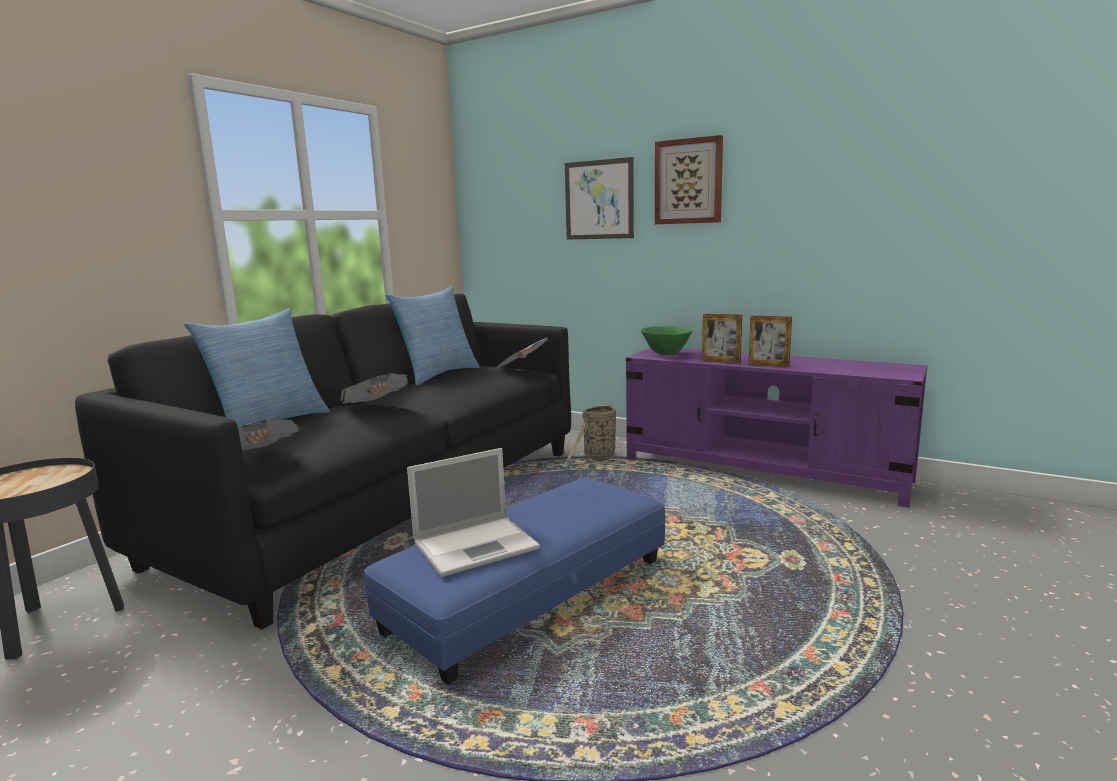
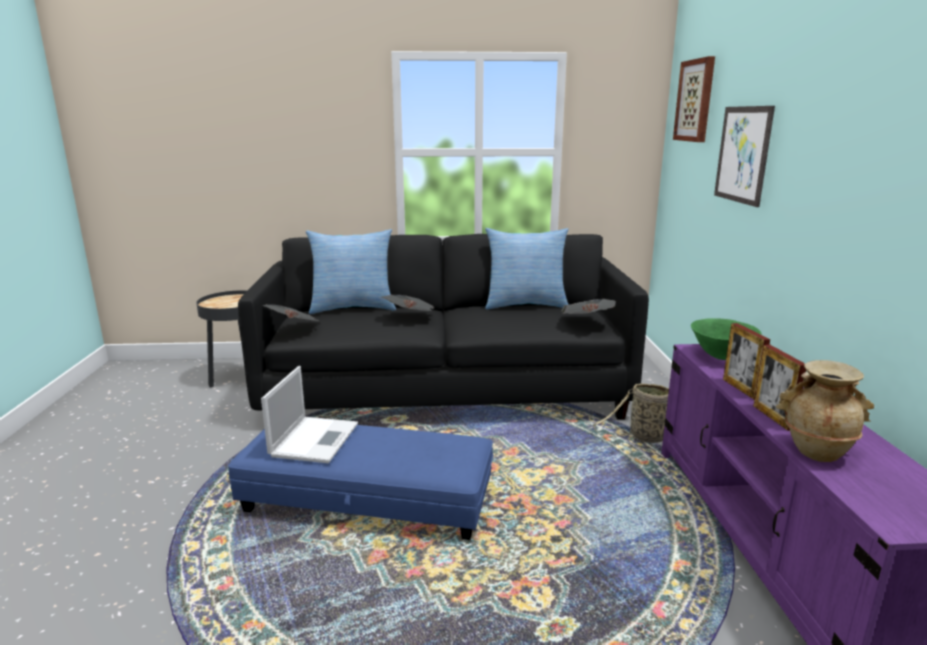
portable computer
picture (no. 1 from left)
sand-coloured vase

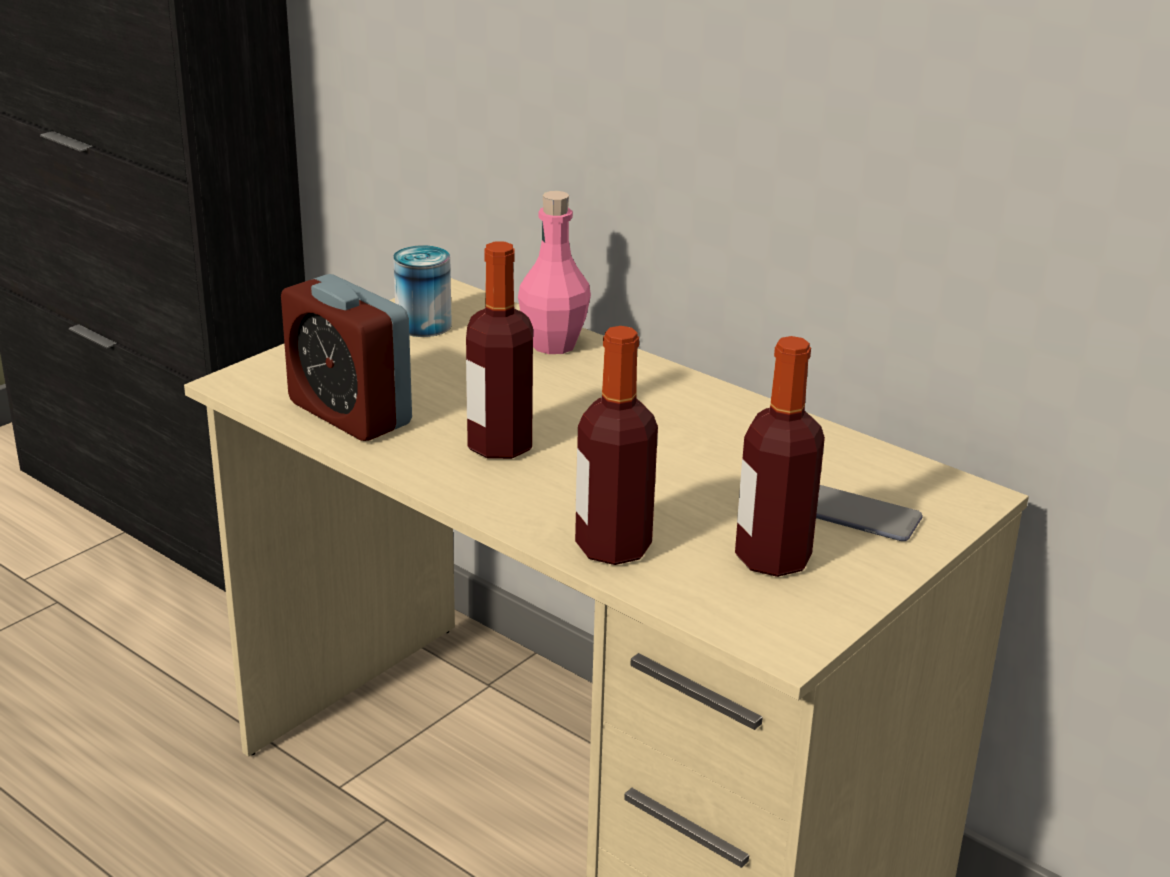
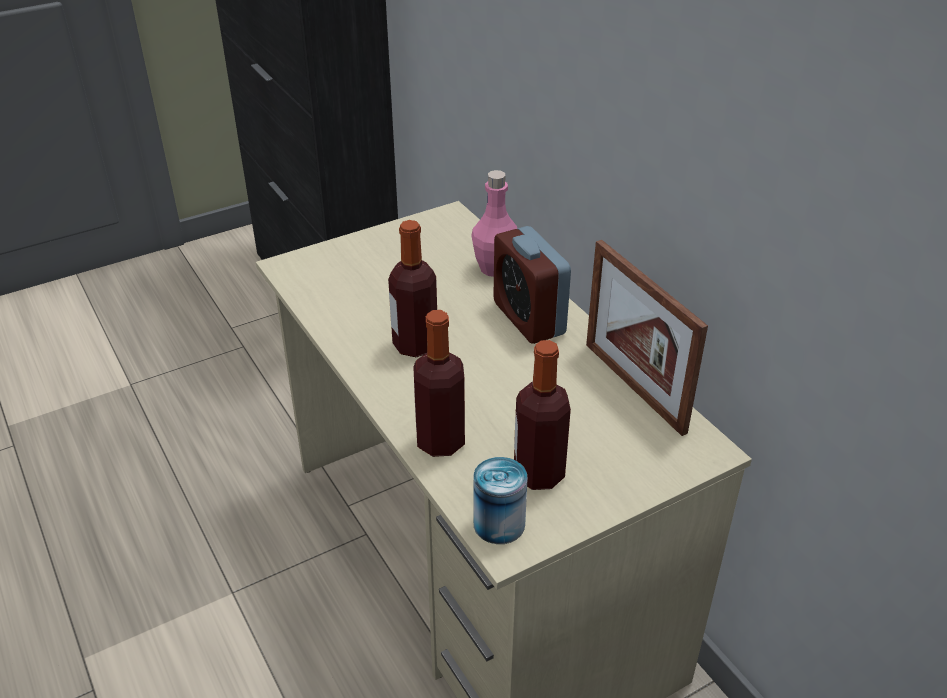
bedside clock
can
handset
standing frame

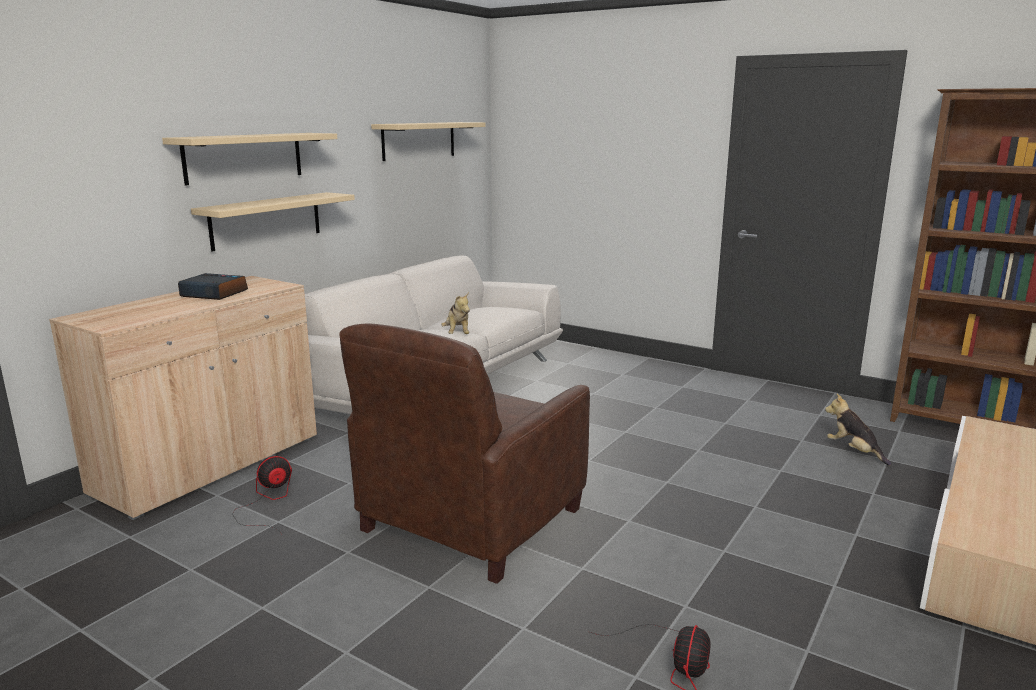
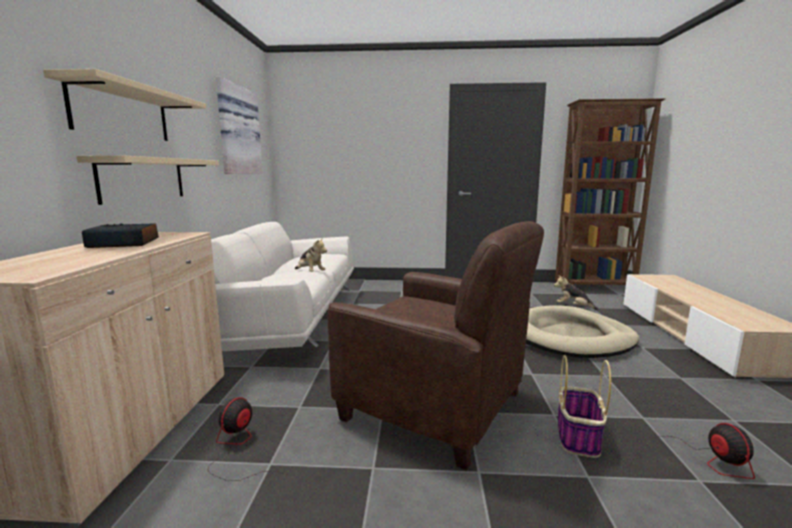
brown-coloured armchair
picture
sand-coloured dog bed
basket

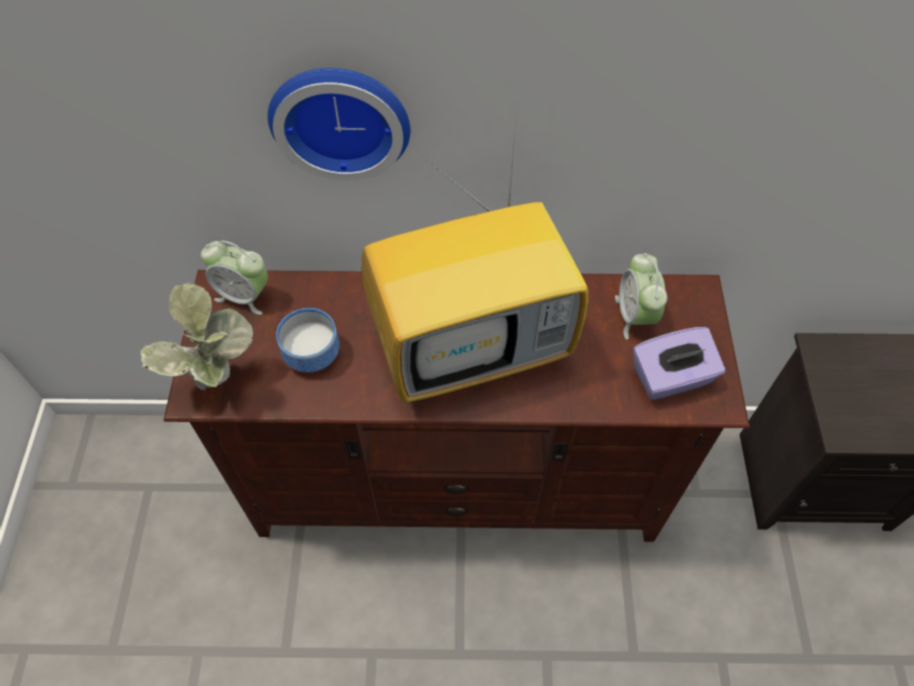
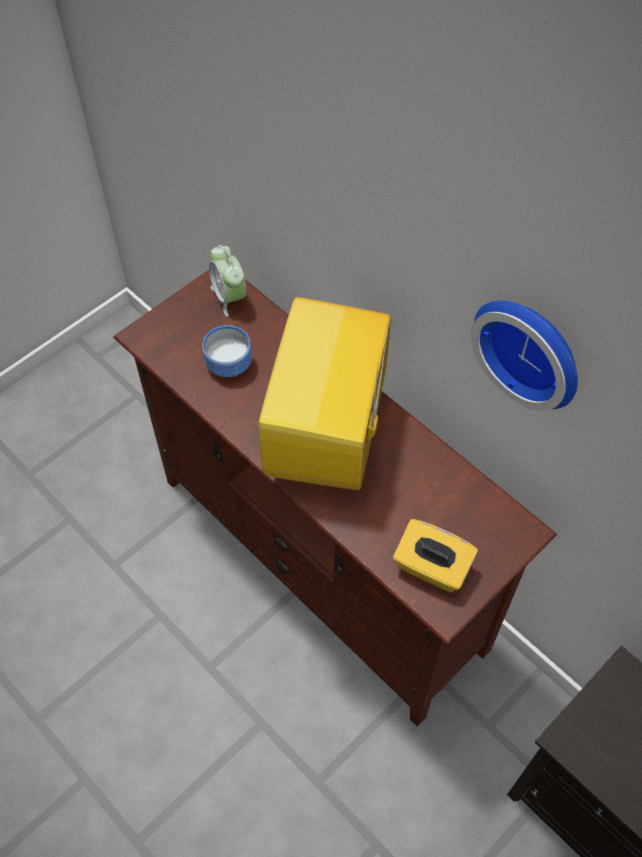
plant in a pot
hanging clock
TV
bedside clock (no. 2 from left in the first image)
yellowish box of tissues

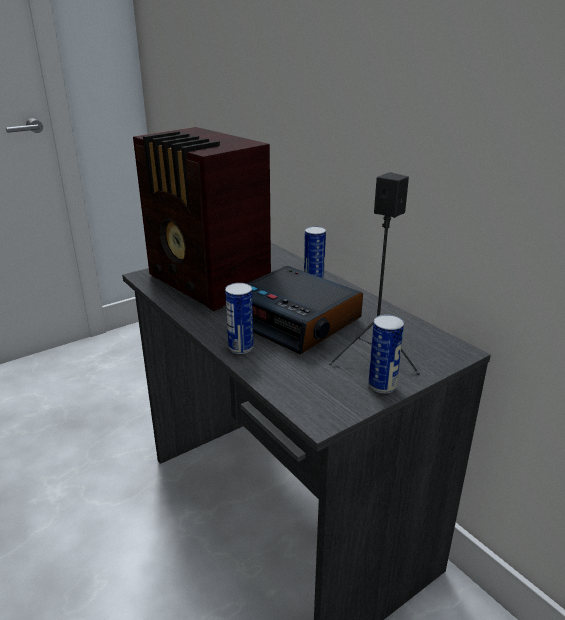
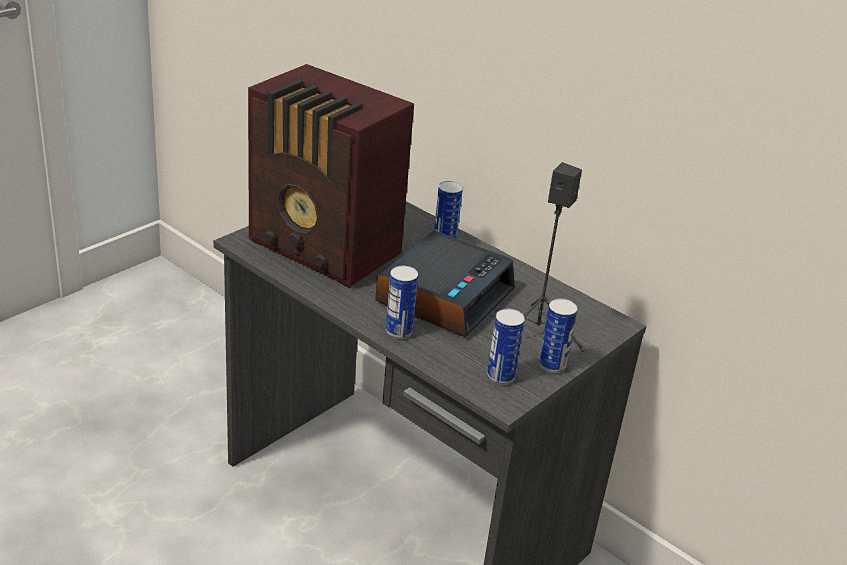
bedside clock
can (no. 3 from left)

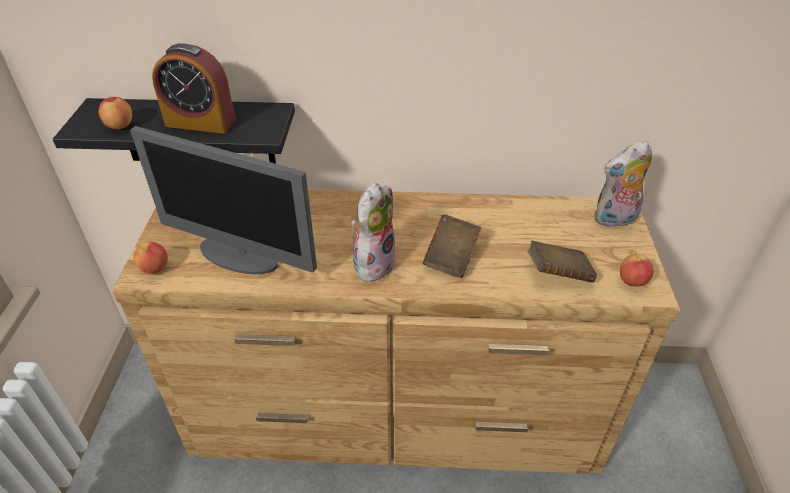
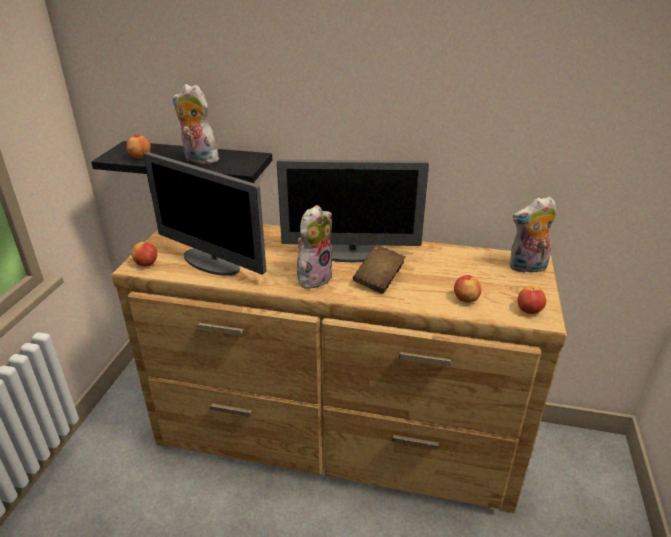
soft toy (no. 1 from left)
apple fruit (no. 3 from left)
monitor (no. 2 from left)

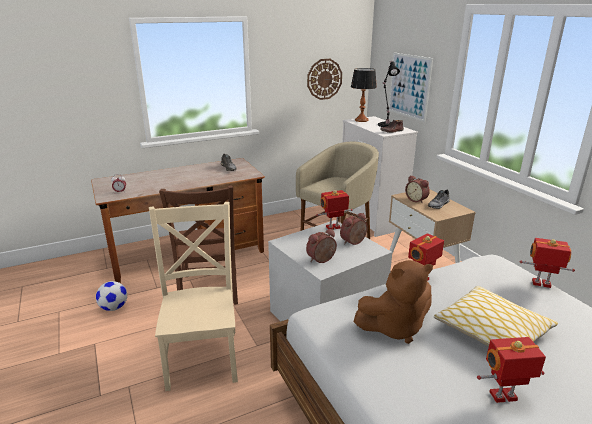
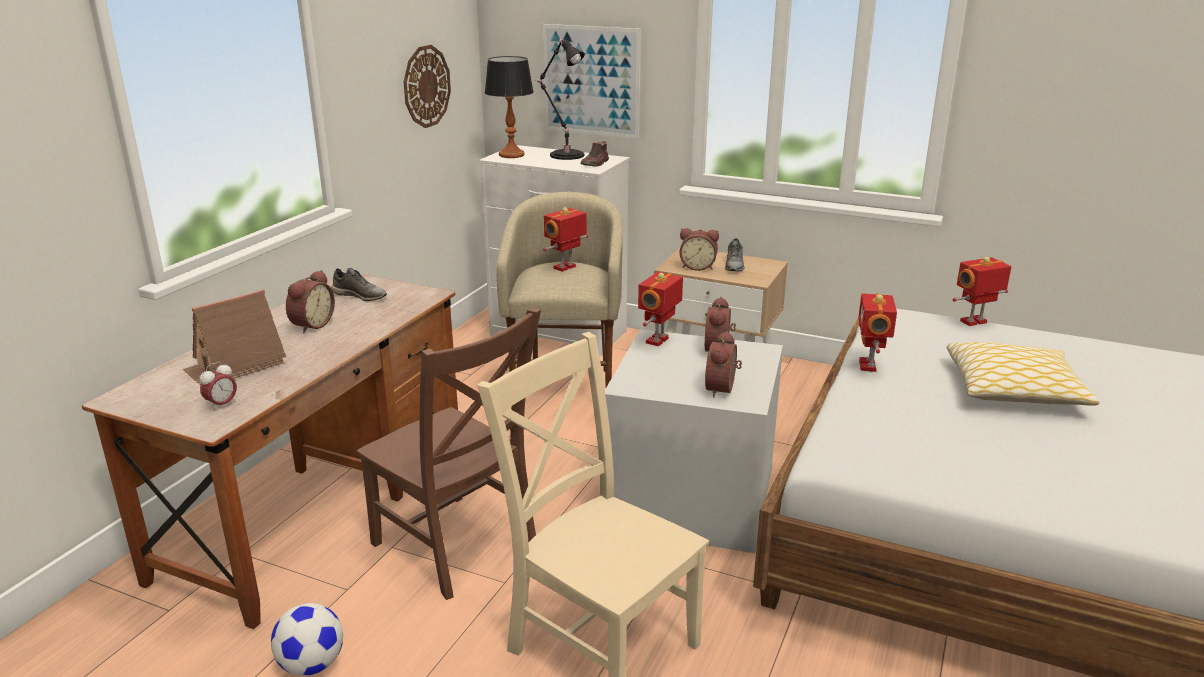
brown-coloured soft toy
model robot (no. 1 from left)
miniature house
bedside clock (no. 2 from left)

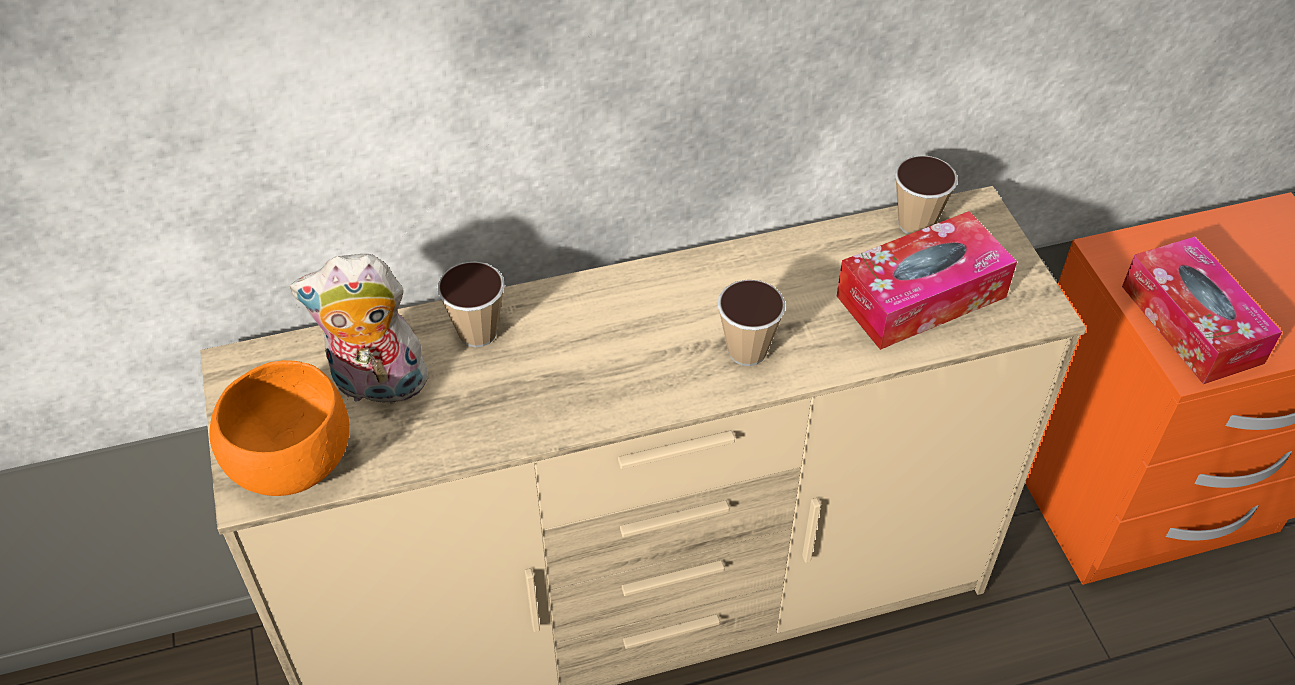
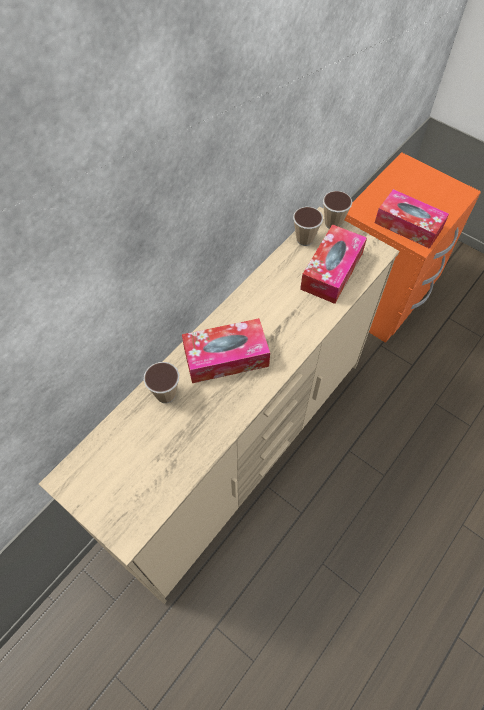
orange deep dish
soft toy
cup (no. 3 from left)
box of tissues (no. 1 from left)

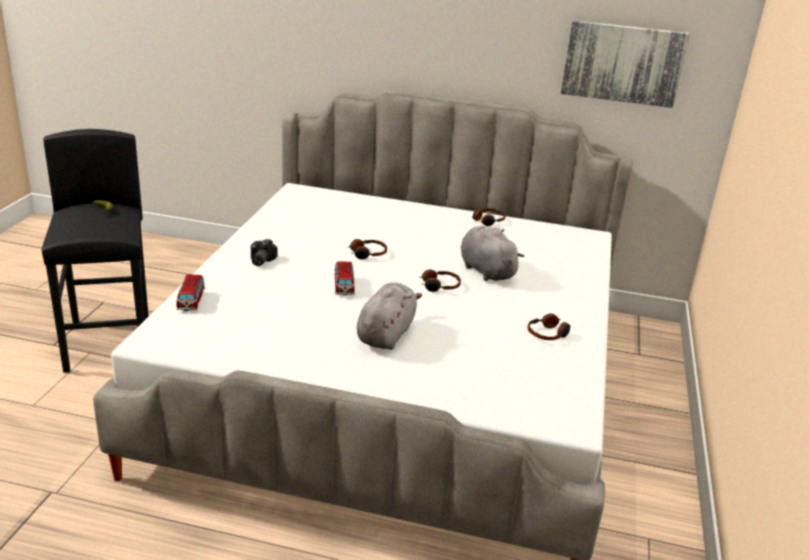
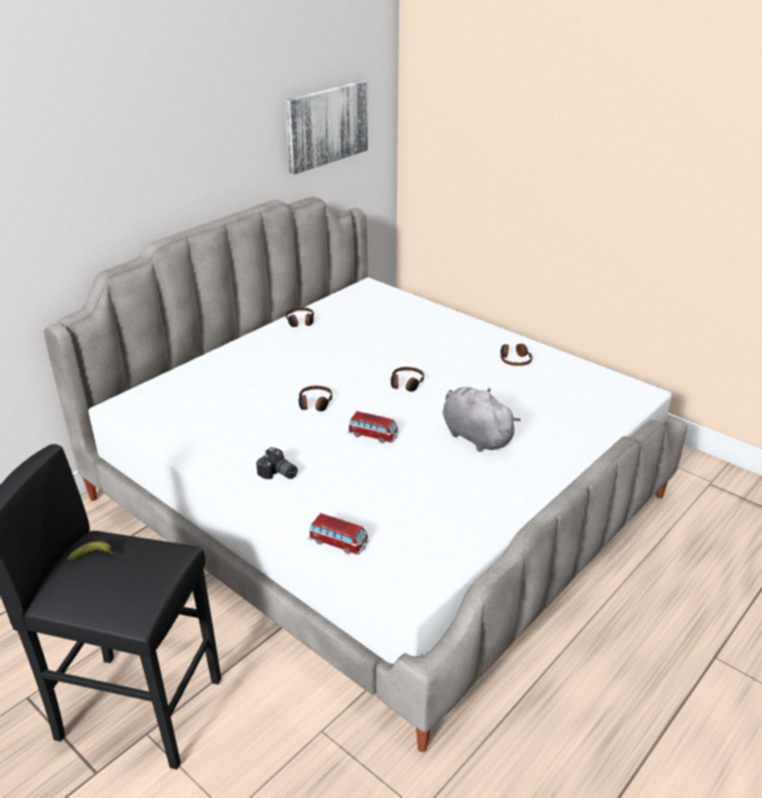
grey soft toy (no. 2 from left in the first image)

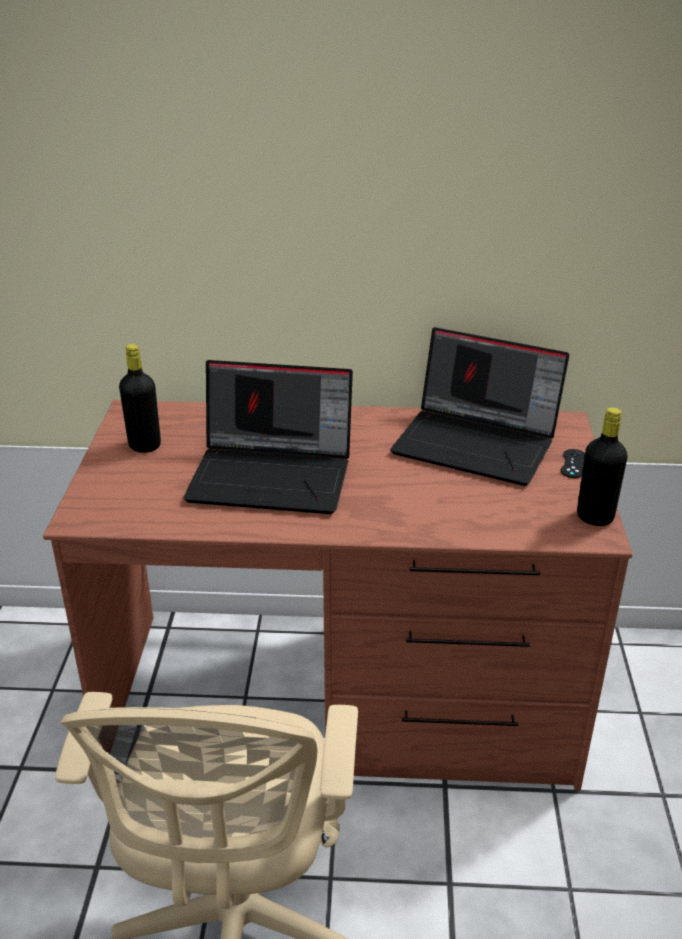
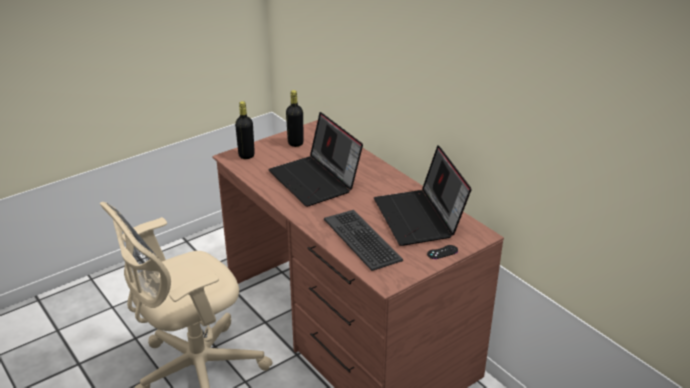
black-coloured bottle (no. 1 from left)
PC keyboard

